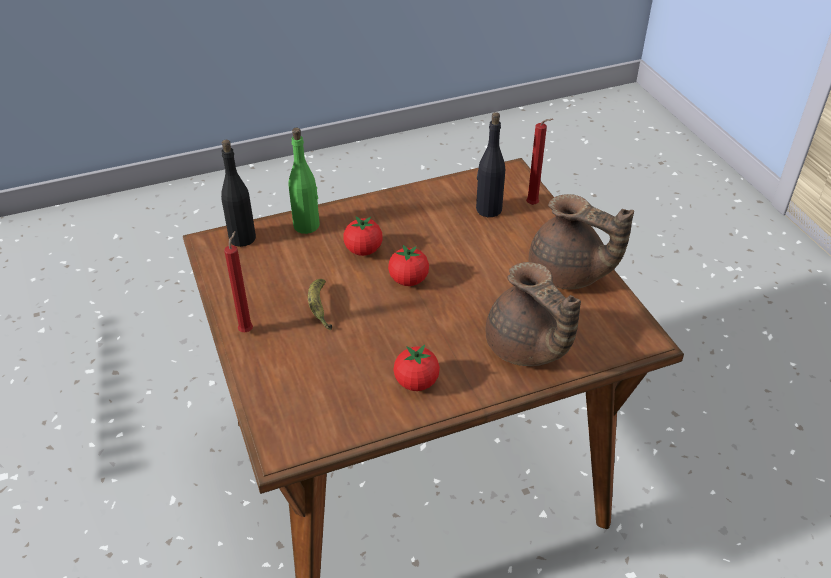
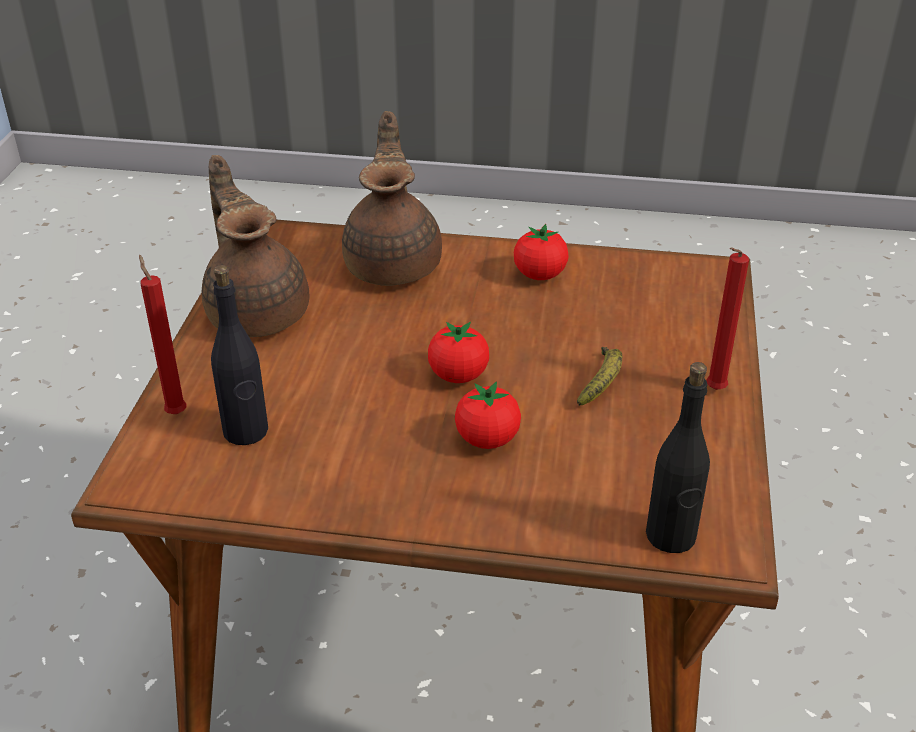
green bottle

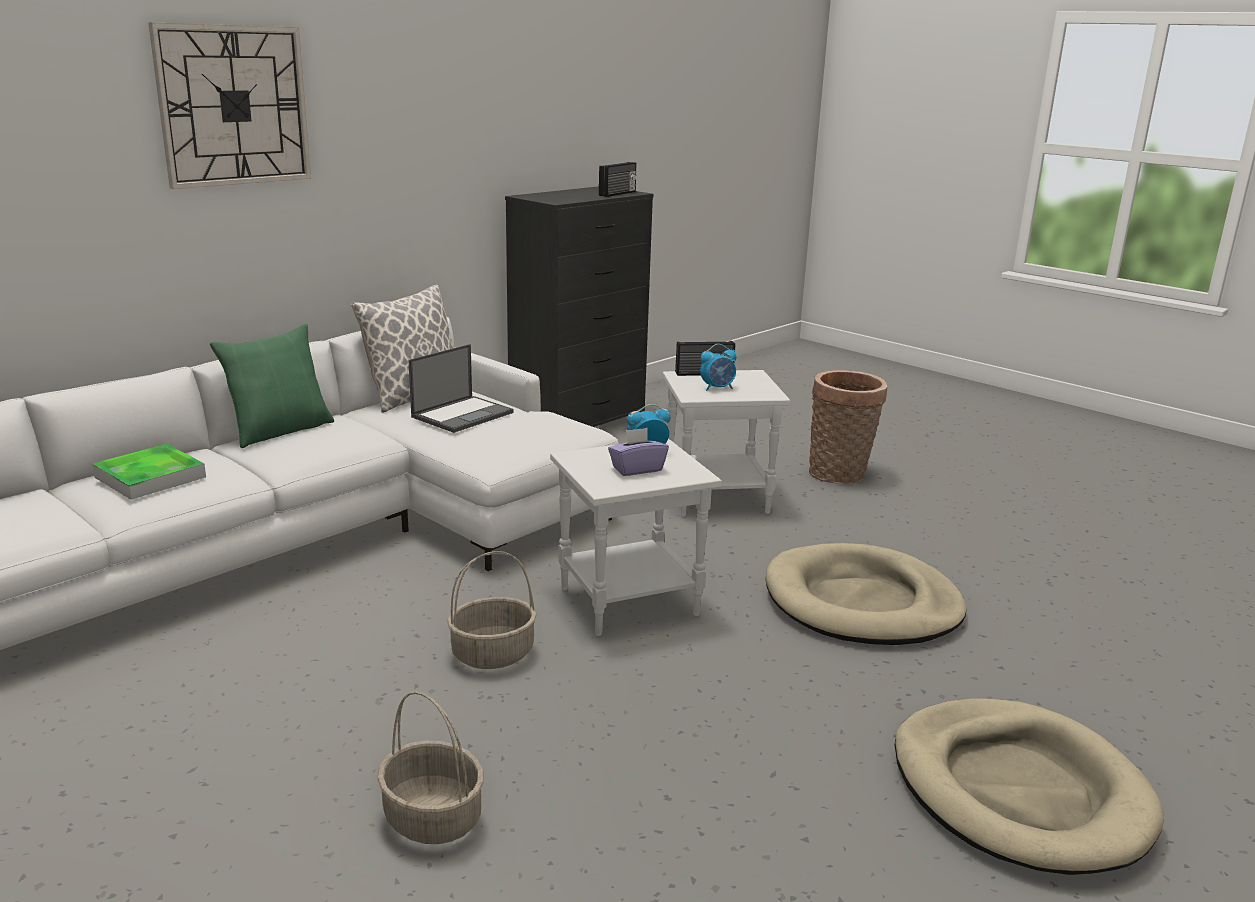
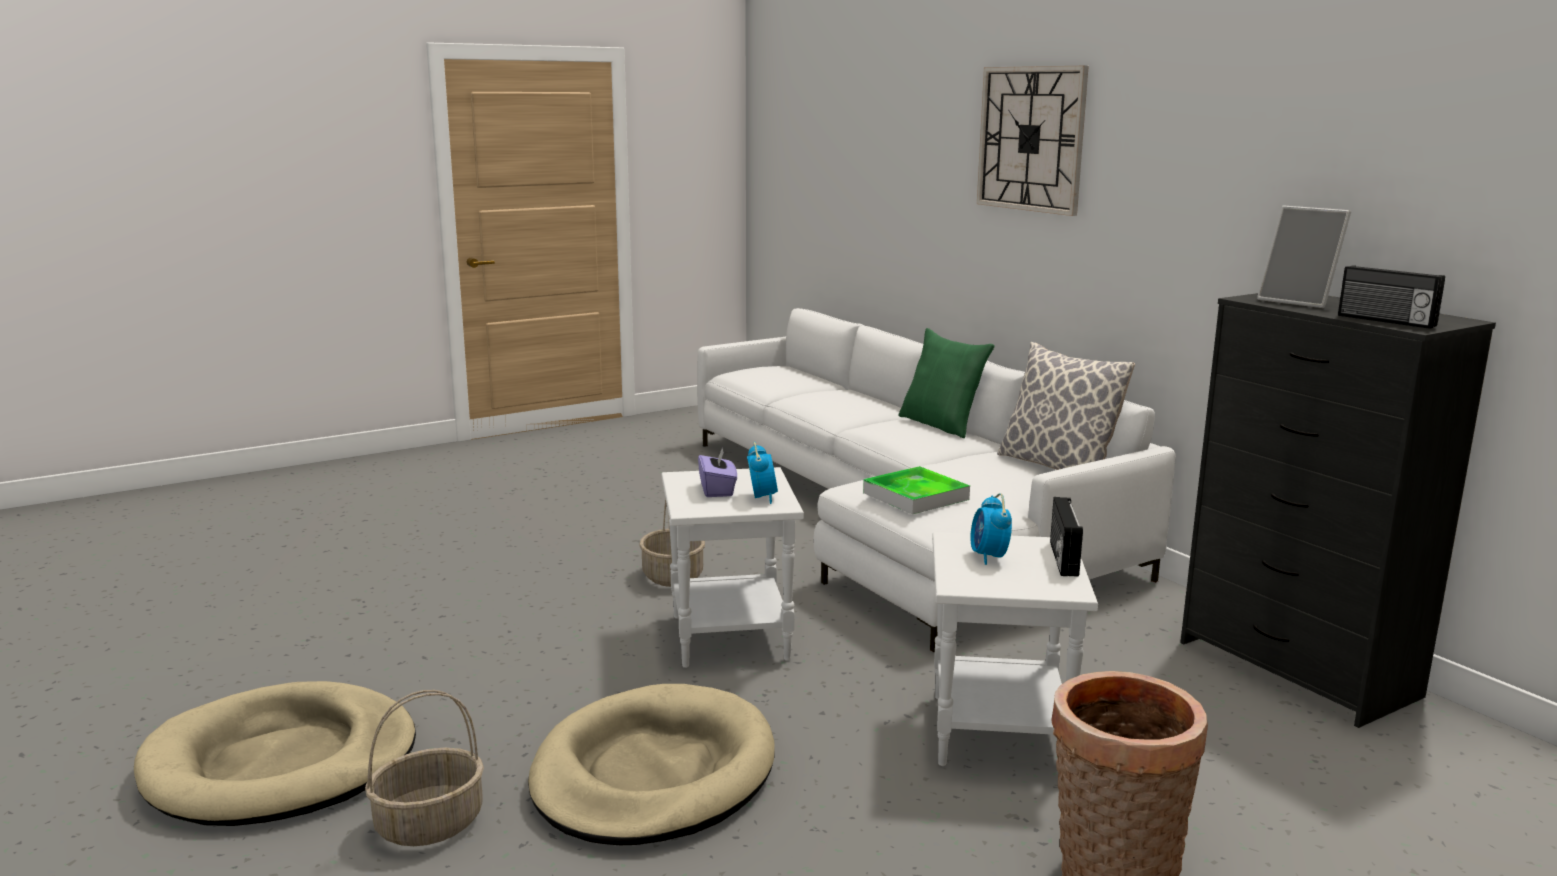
carrying tray
basket (no. 1 from left)
portable computer
standing frame

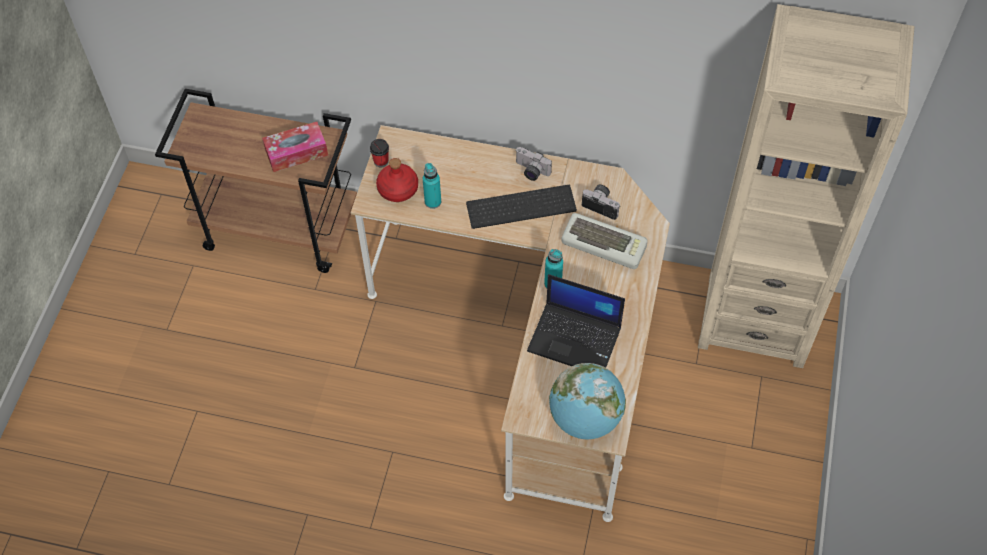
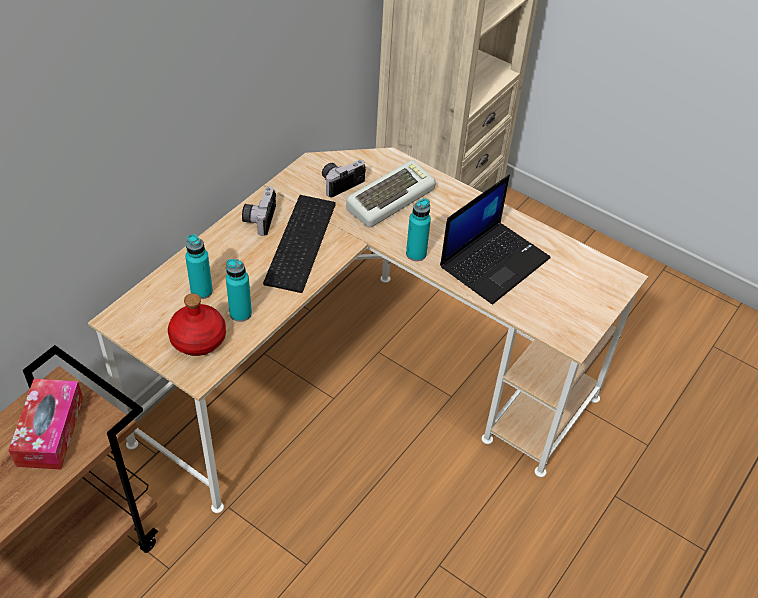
cup
still camera (no. 1 from left)
world globe
turquoise bottle (no. 1 from left)

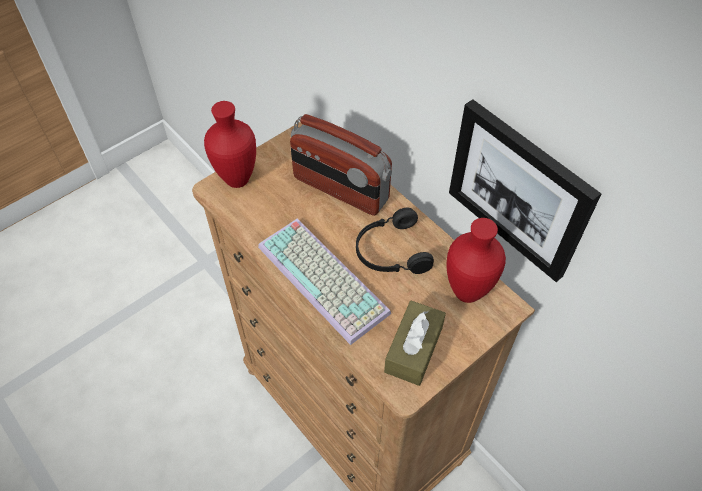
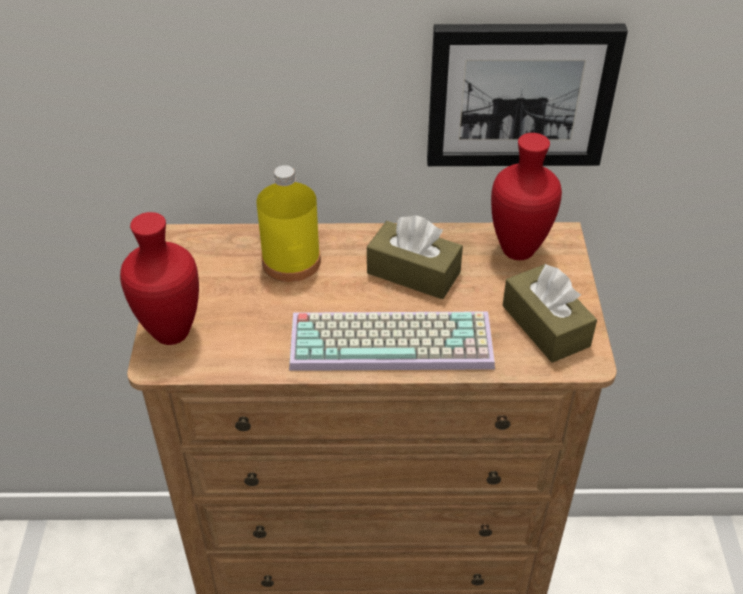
yellowish bottle
brown-coloured box of tissues (no. 1 from left)

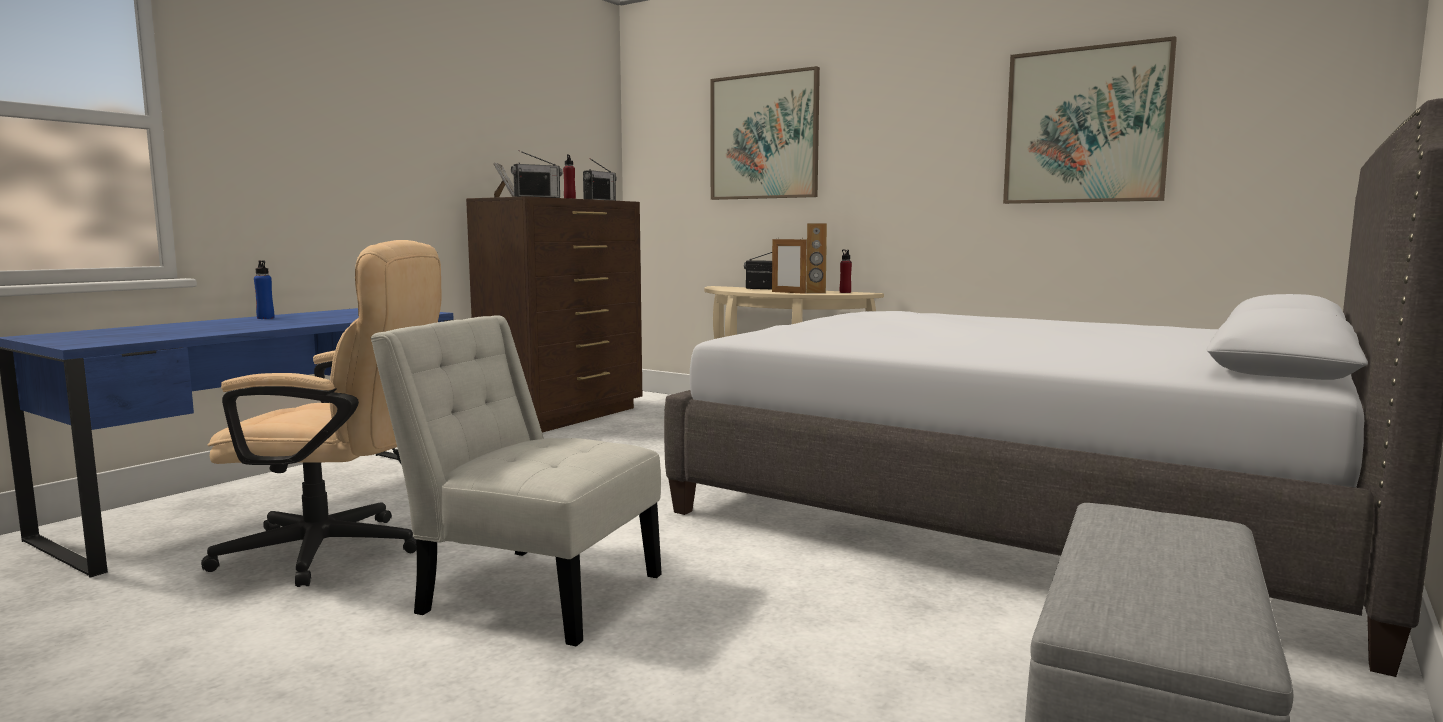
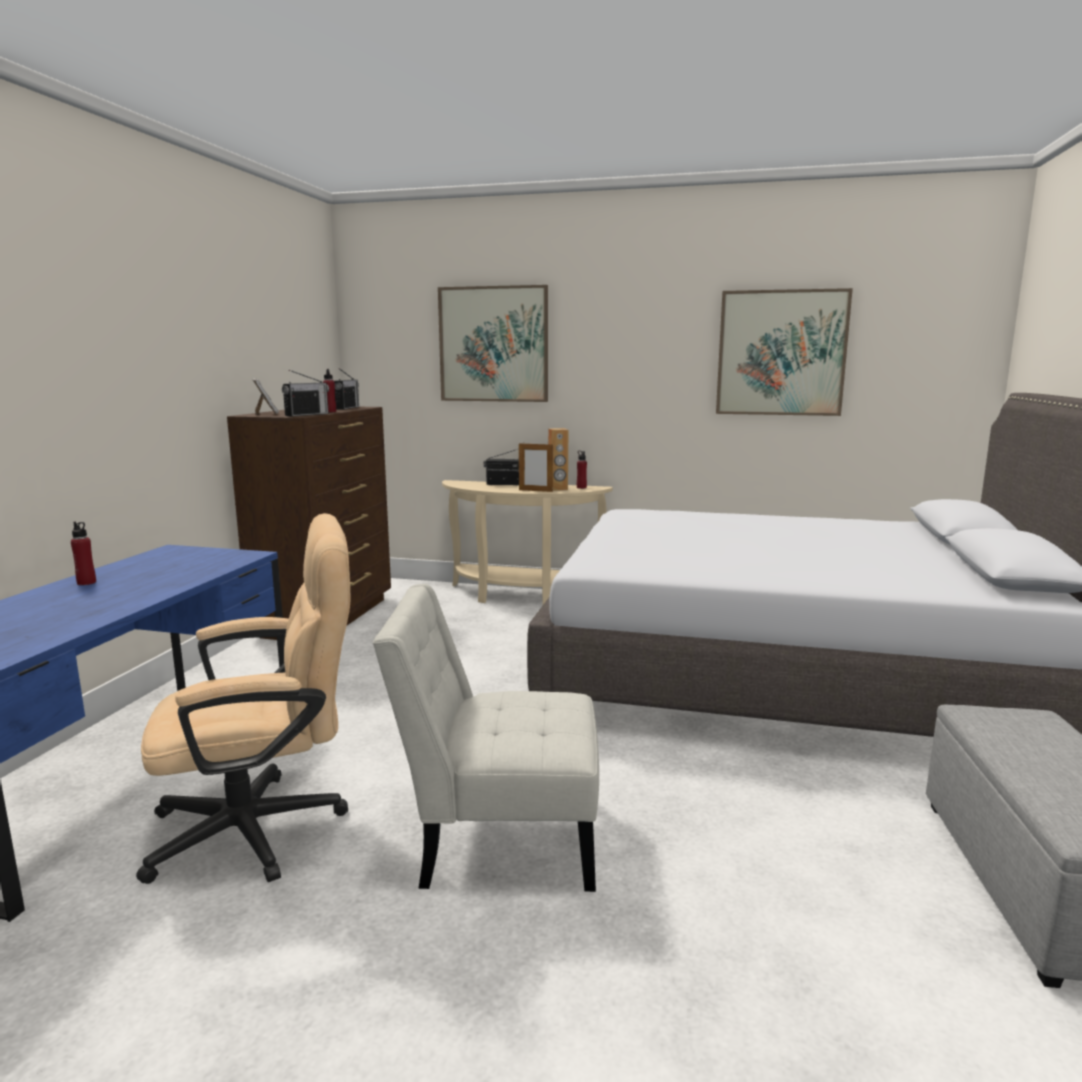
reddish bottle (no. 1 from left)

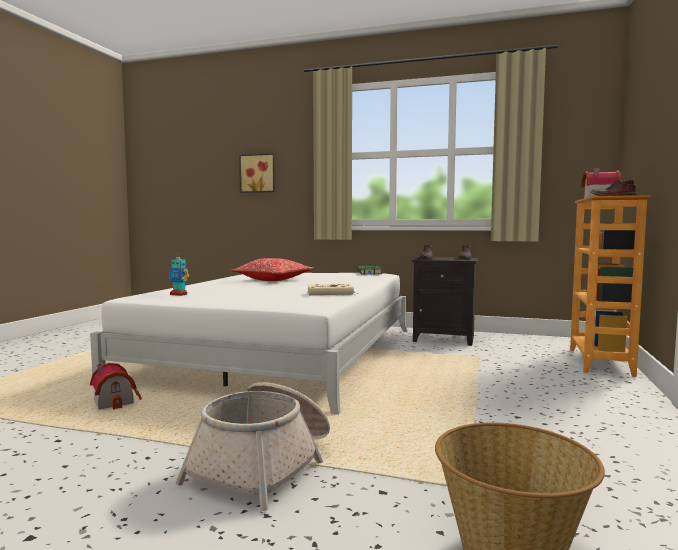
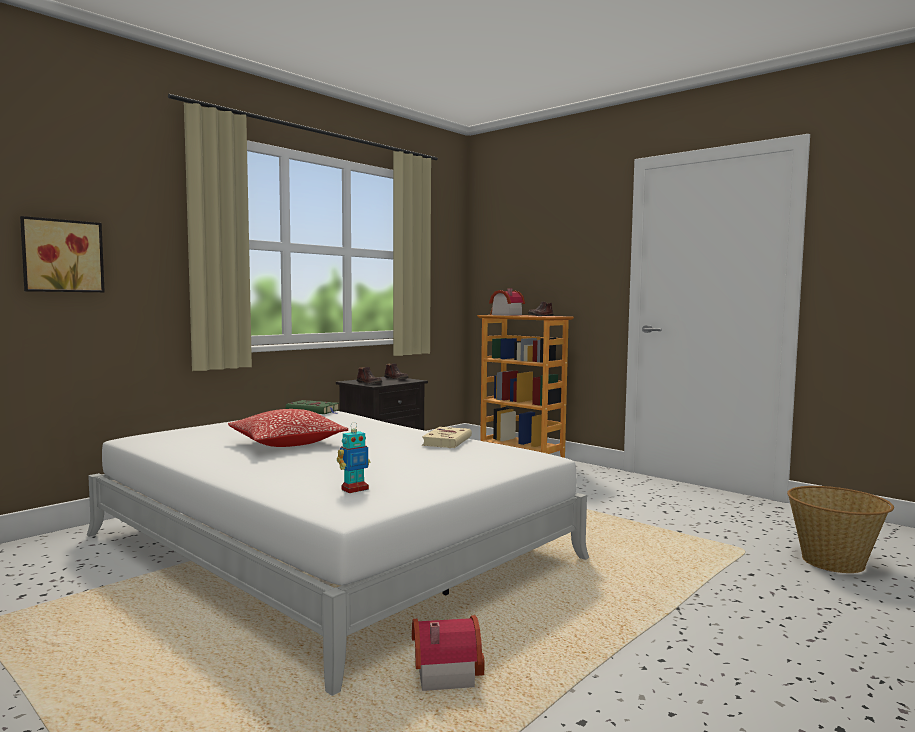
basket (no. 1 from left in the first image)

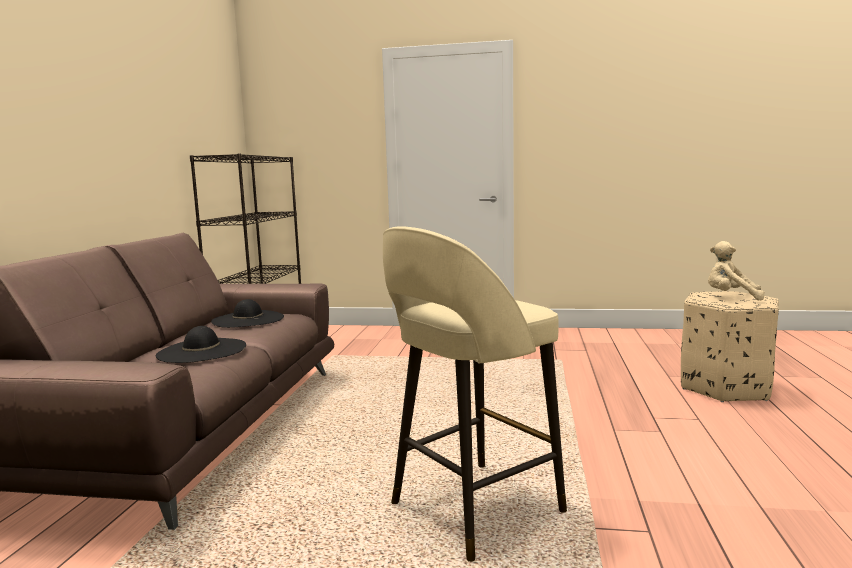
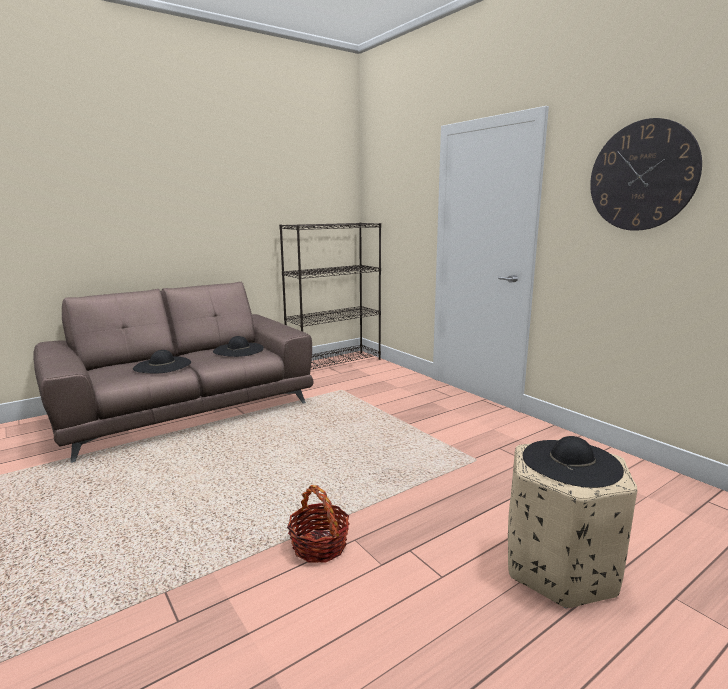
sand-coloured stool seat
black-coloured hat (no. 3 from left)
basket
hanging clock

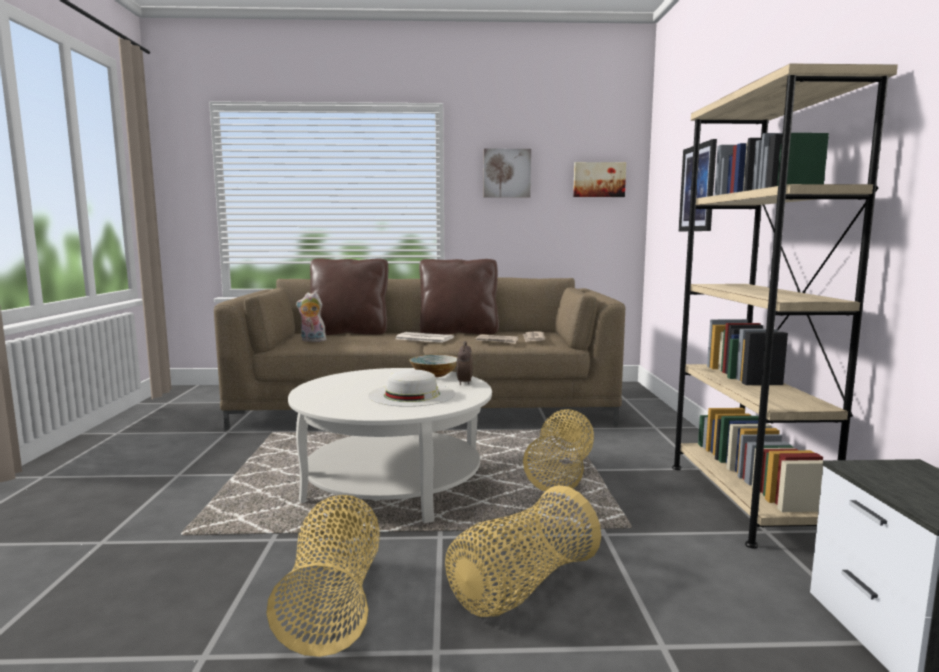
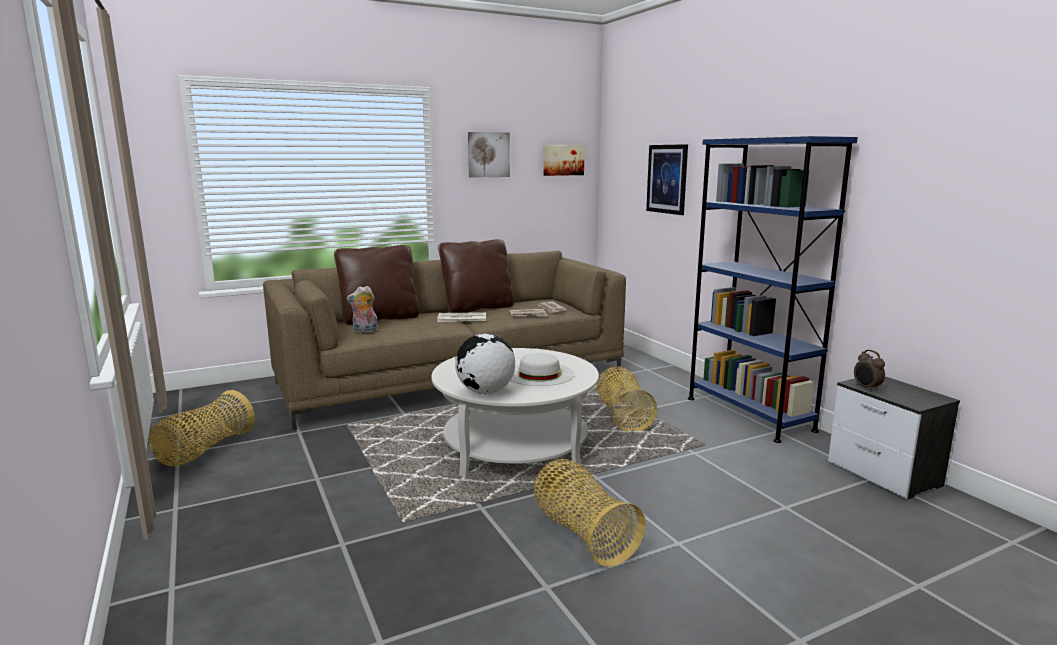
deep dish
basket (no. 1 from left)
bedside clock
blue bookshelf
world globe

